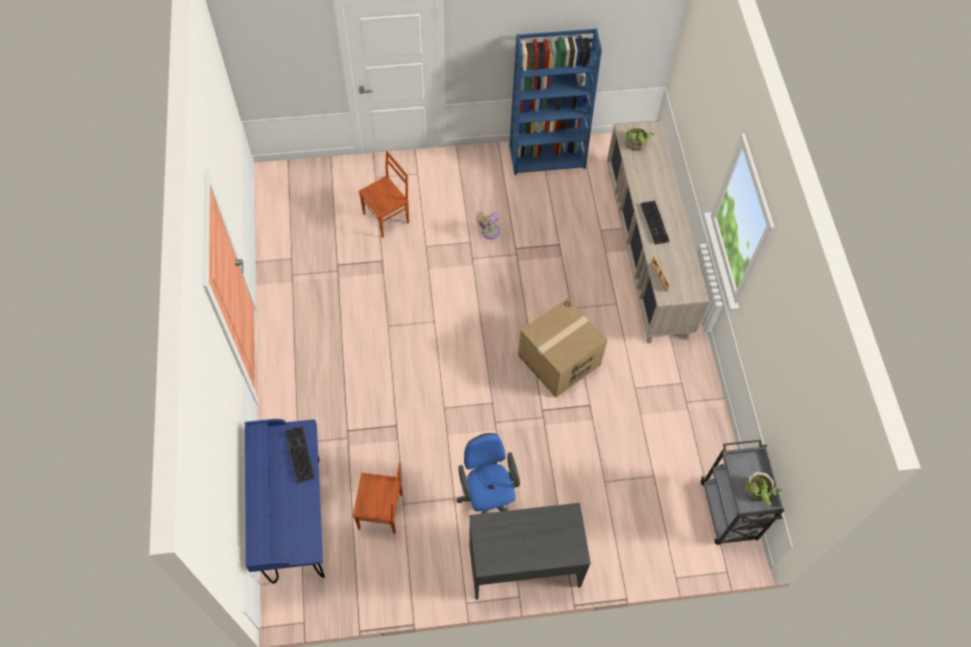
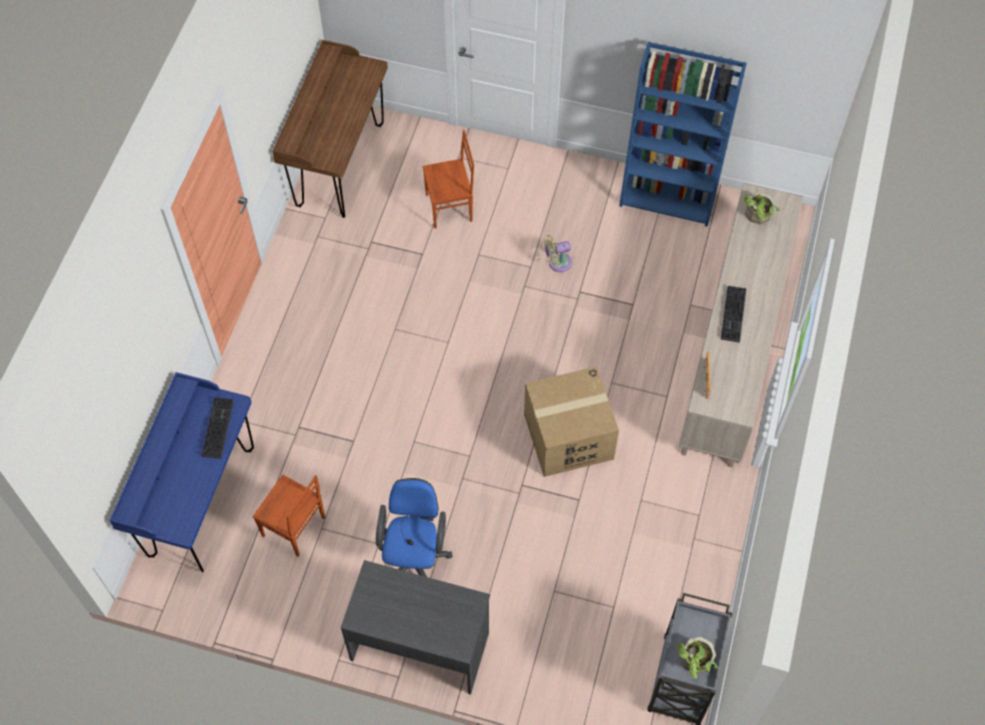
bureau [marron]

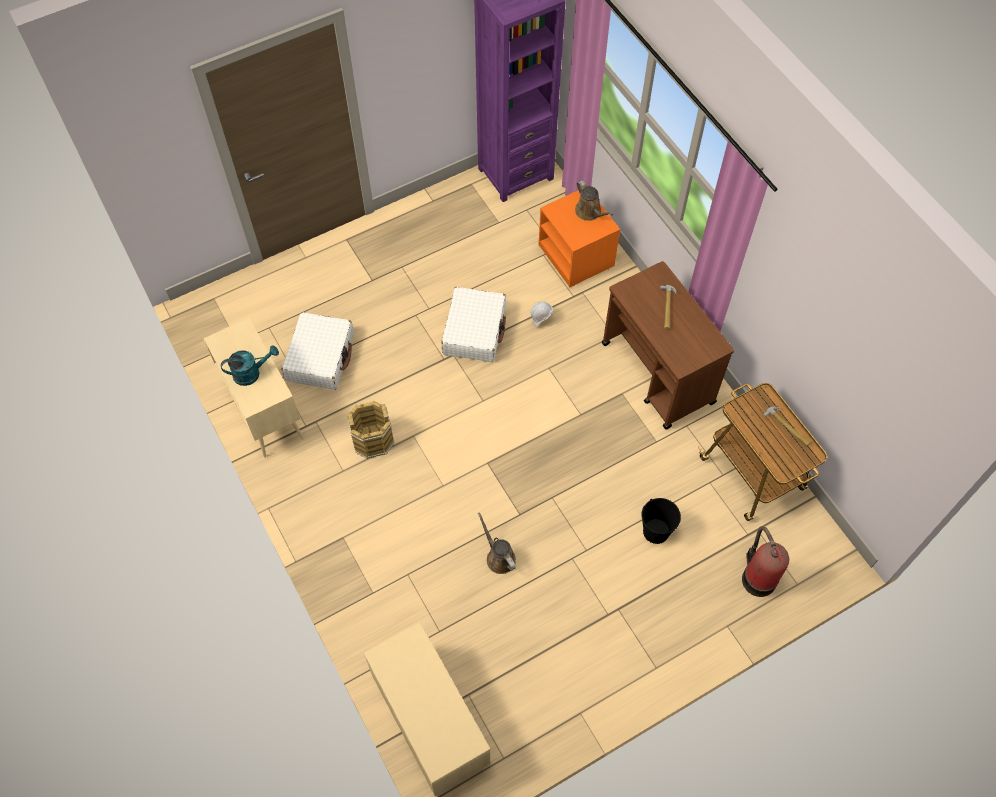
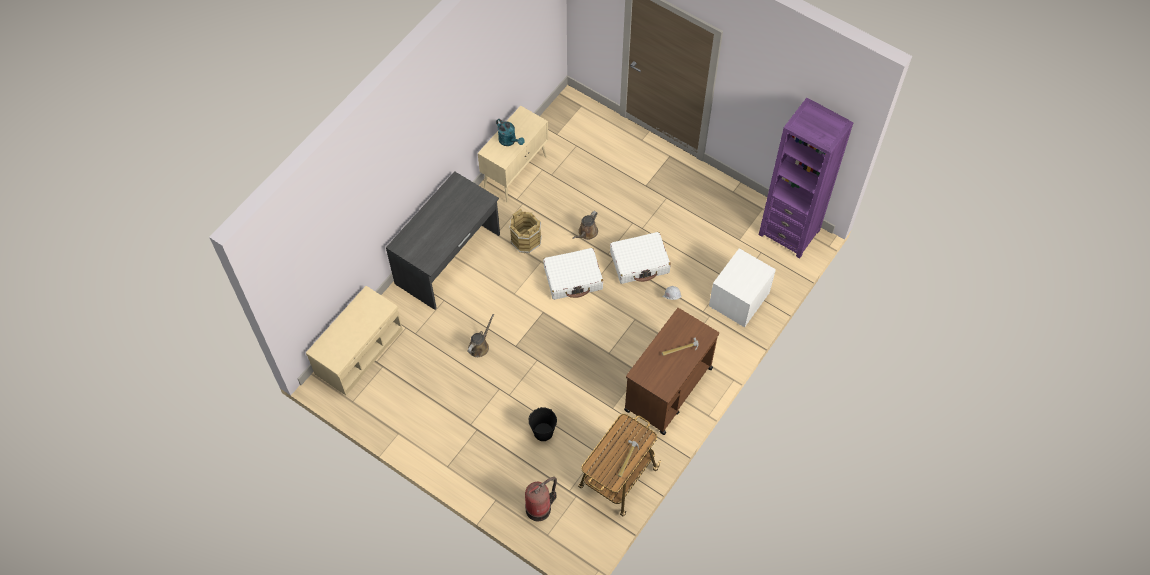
bureau [gris]; valise [blanc] (1st from left); arrosoir [marron] (2nd from left); table de chevet [blanc]

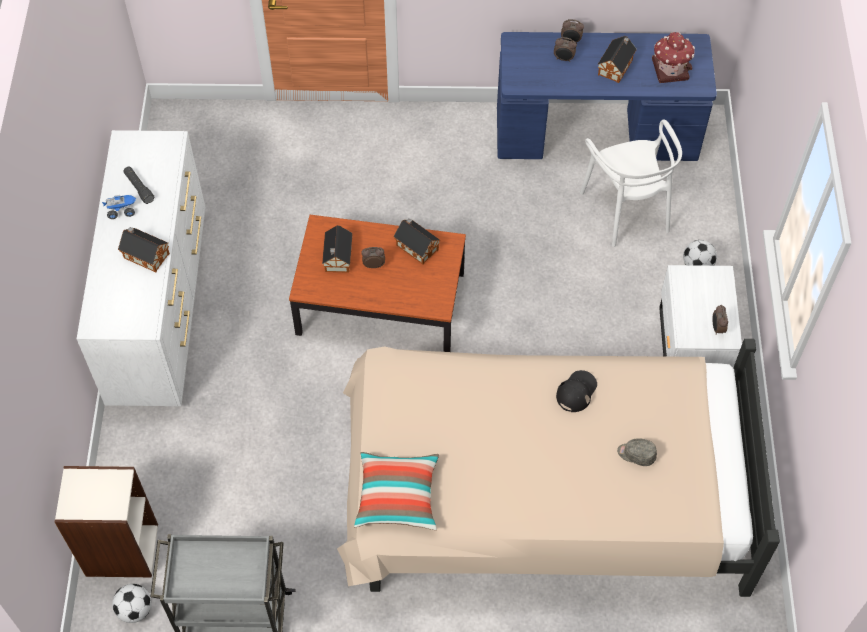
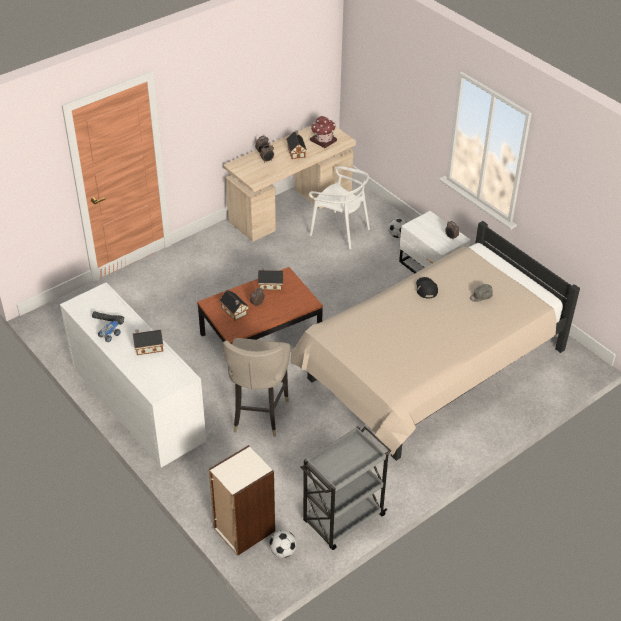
tabouret [beige]; bureau [beige]; coussin

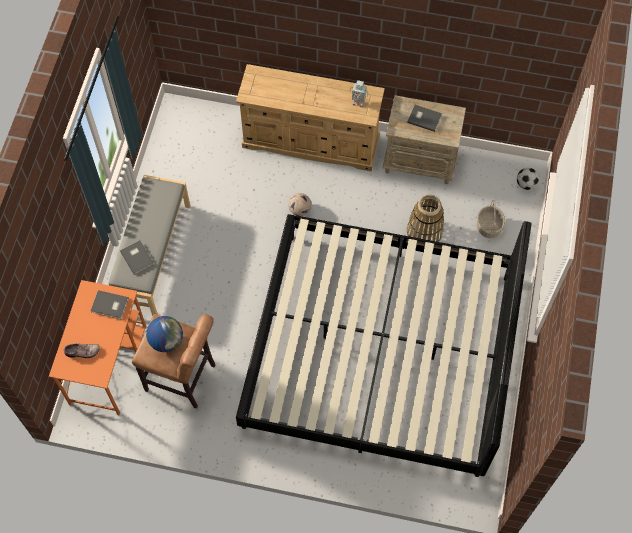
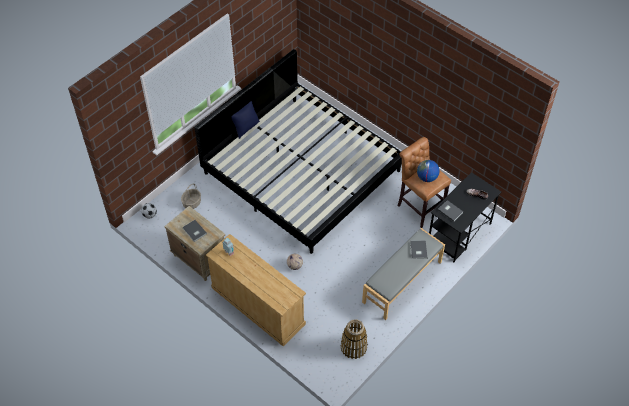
coussin [bleu]; panier (2nd from left); bureau [noir]

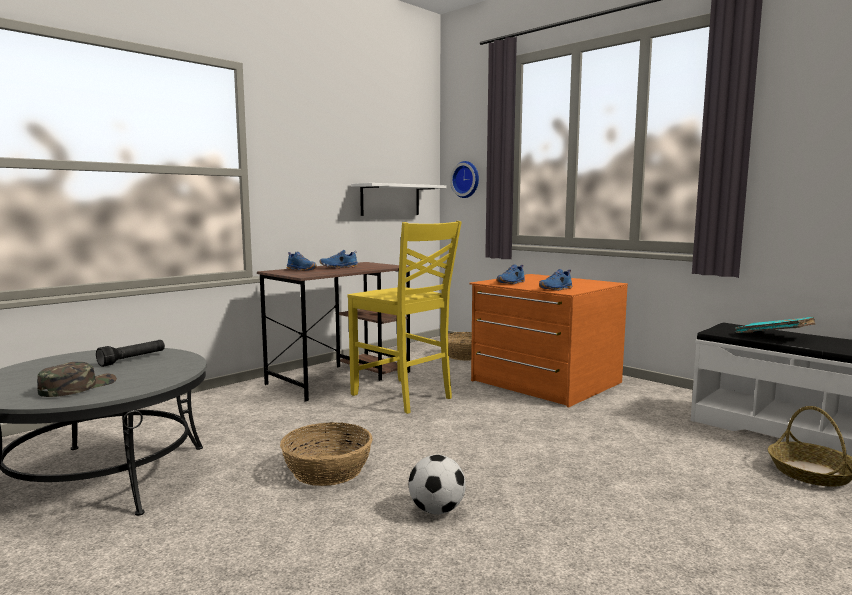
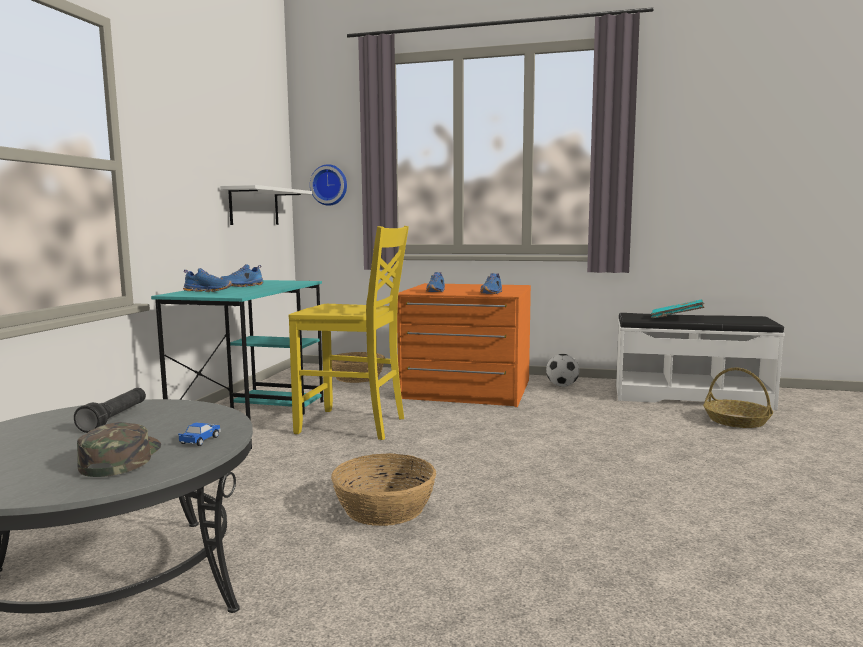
bureau [turquoise]; petite voiture; ballon de foot

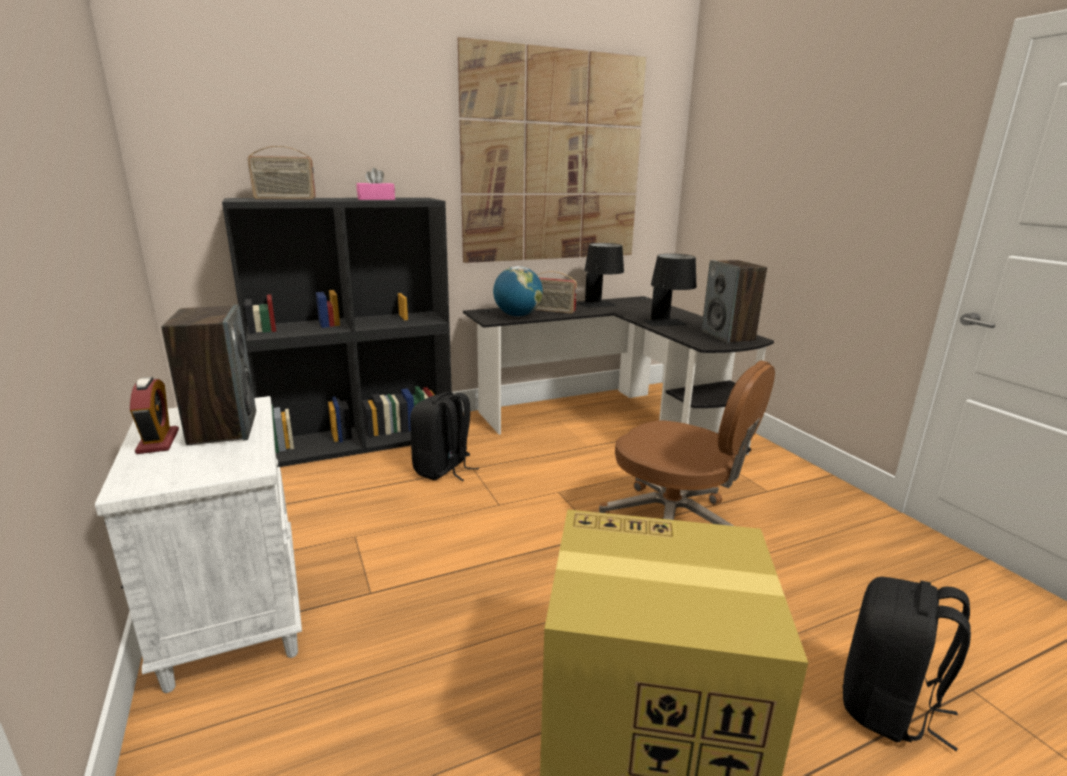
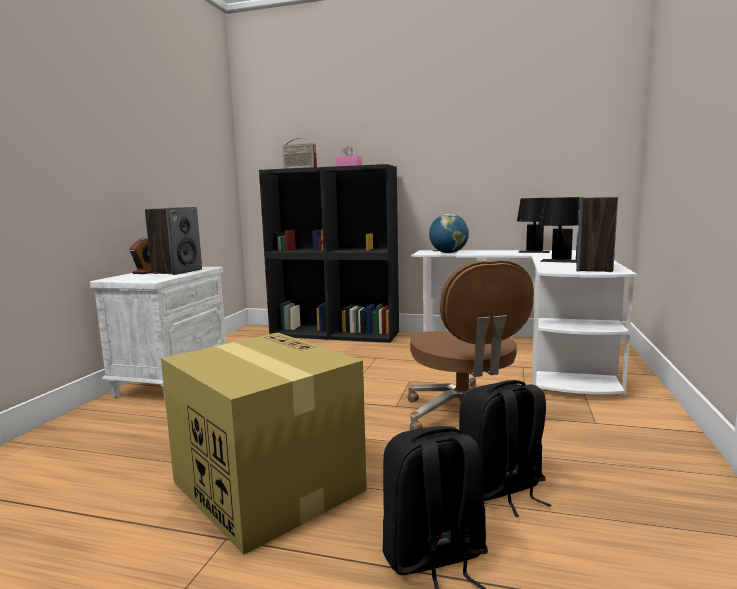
bureau [blanc]; sac à dos [noir] (2nd from left); tableau; radio (2nd from left in the first image)

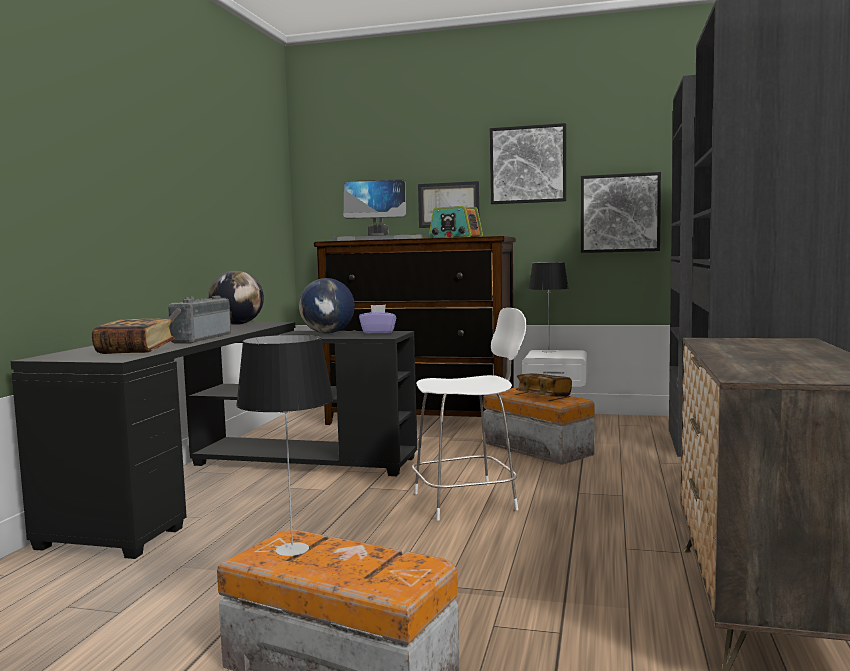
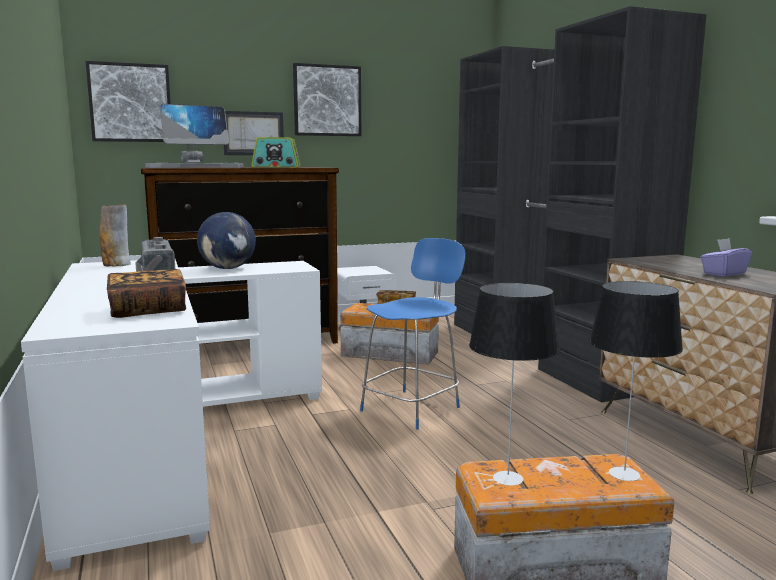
bureau [blanc]; tableau (1st from left); vase; chaise [bleu]; lampe de table (2nd from left); boîte à mouchoirs [violet]

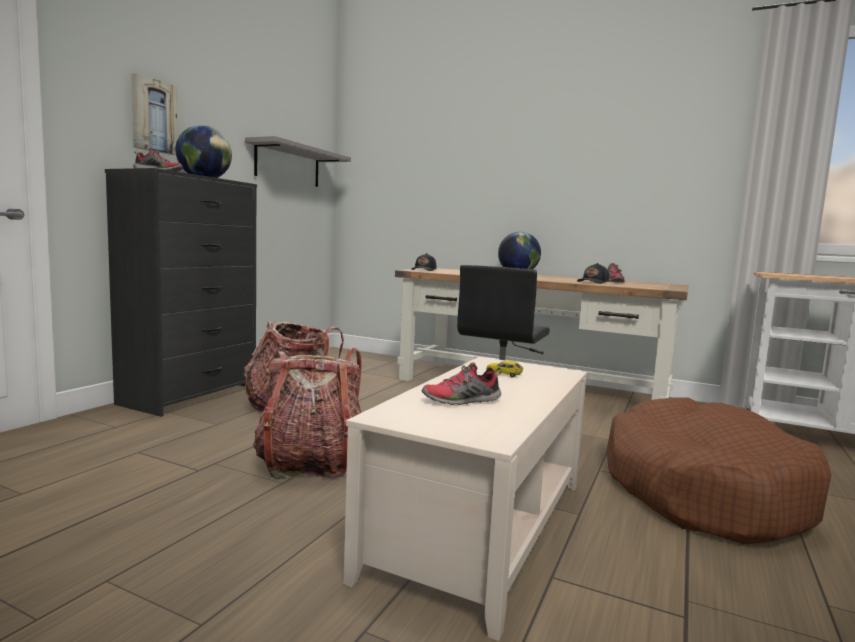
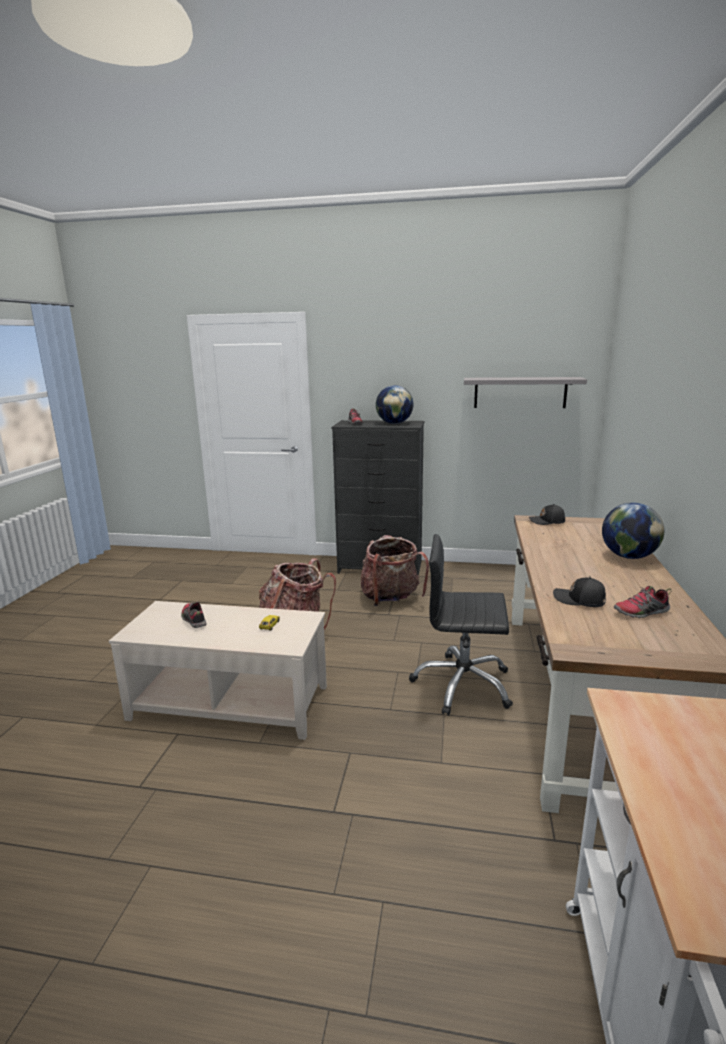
tableau; panier pour chien [marron]

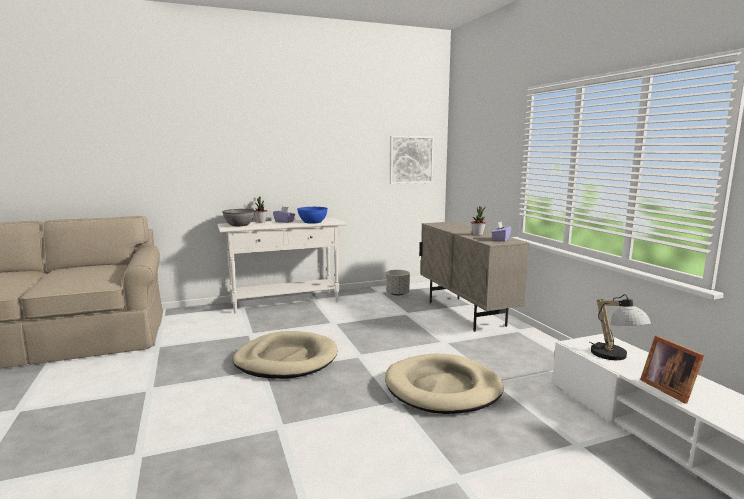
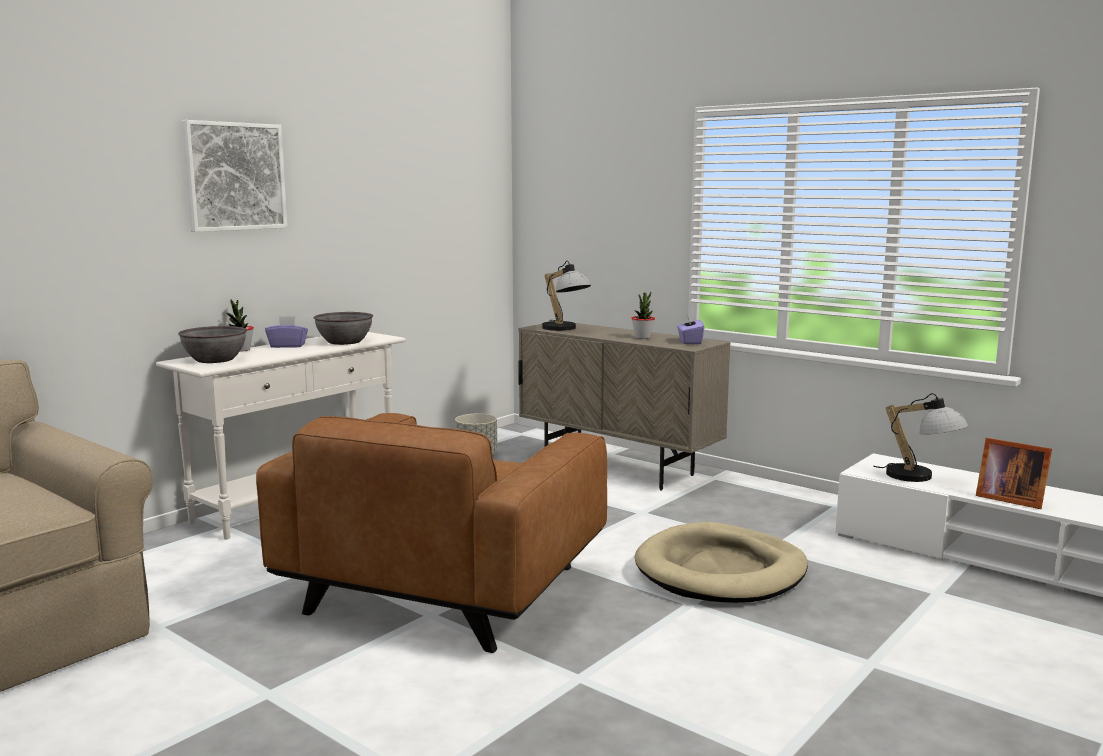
tableau; fauteuil [marron]; bol [gris] (2nd from left); lampe de table (1st from left)

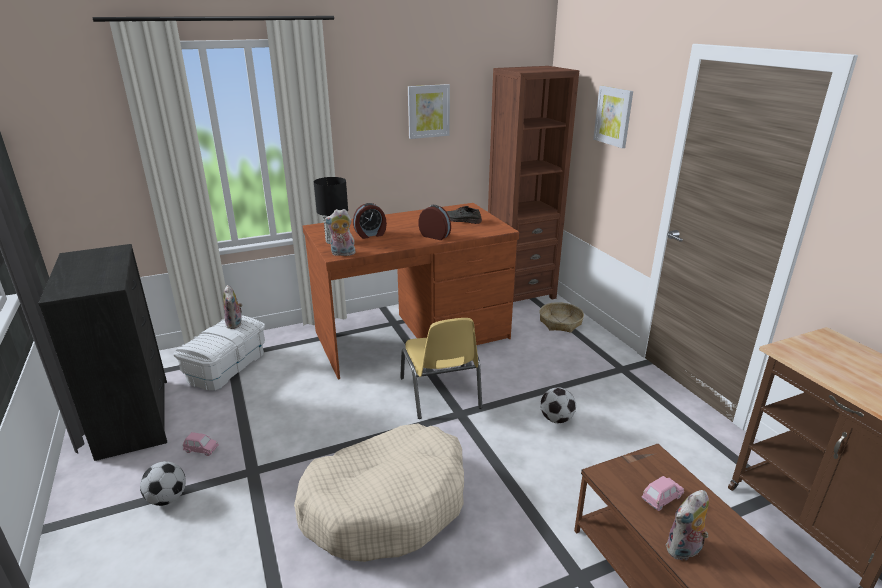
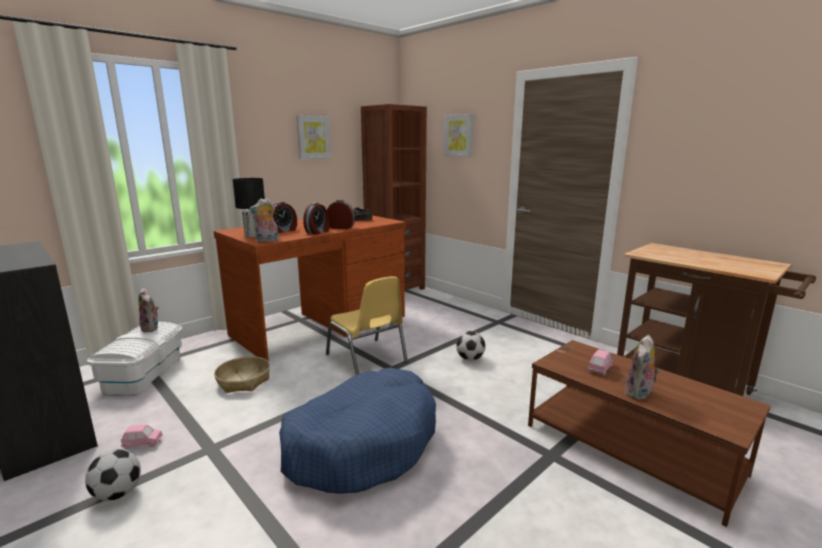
panier; panier pour chien [bleu]; réveil (2nd from left)

